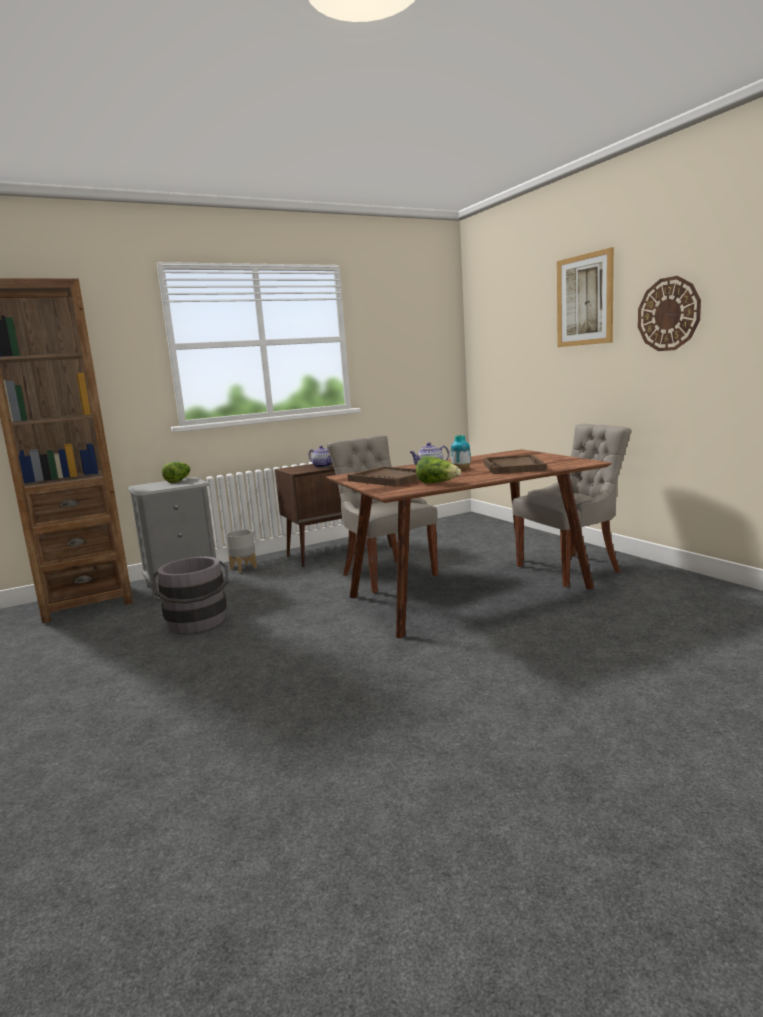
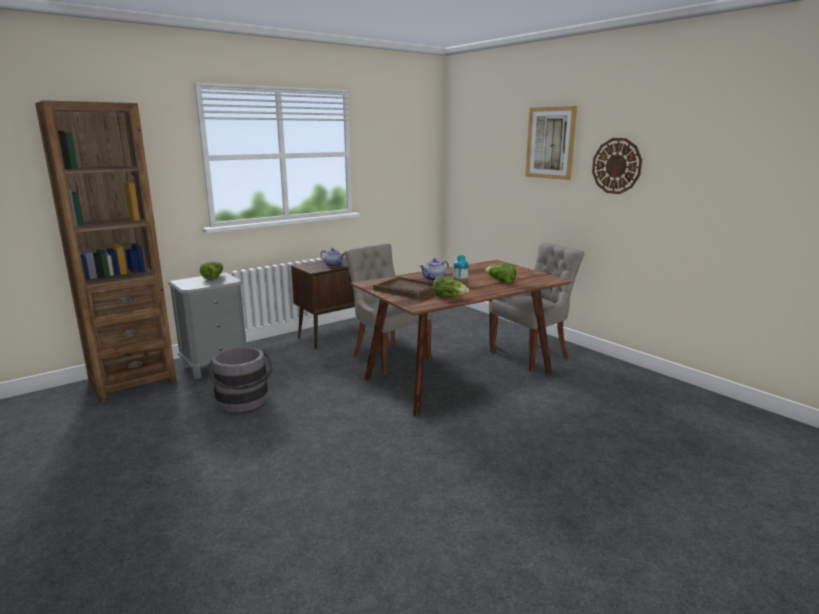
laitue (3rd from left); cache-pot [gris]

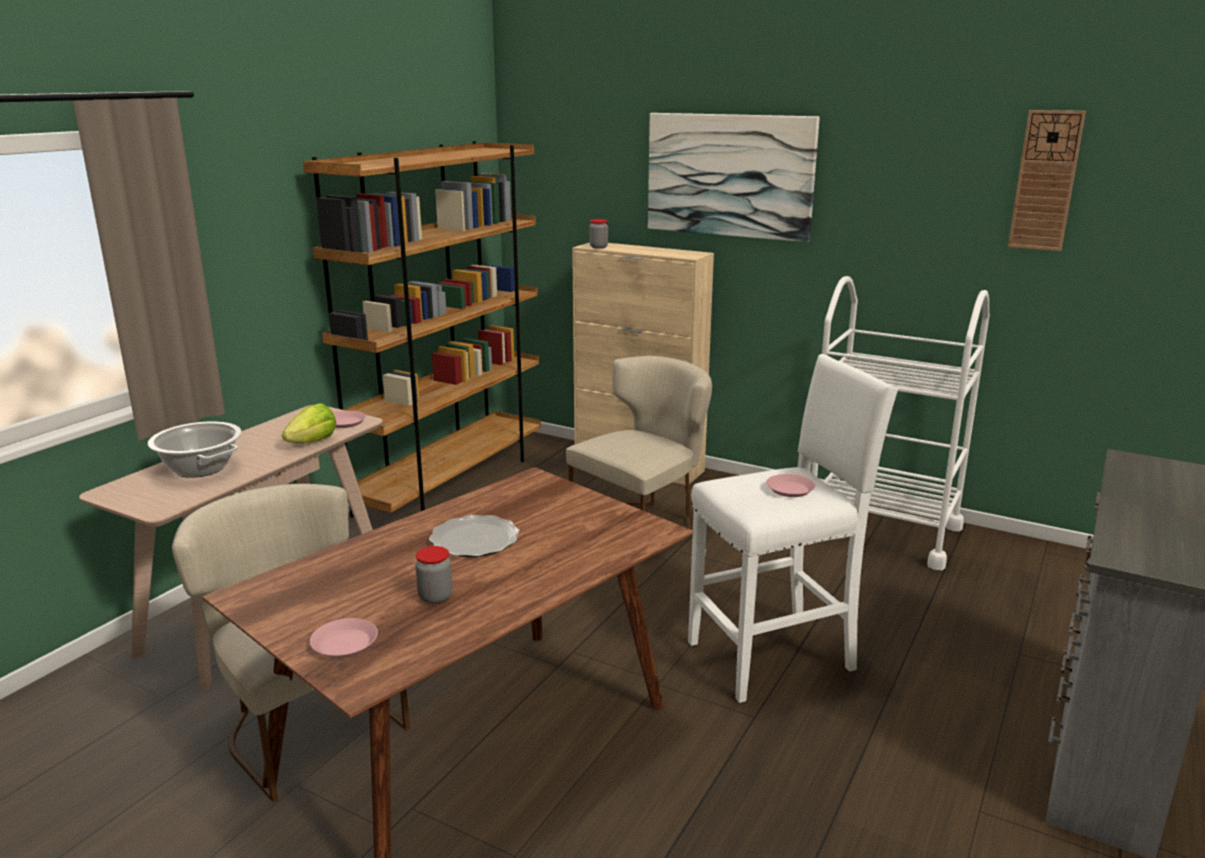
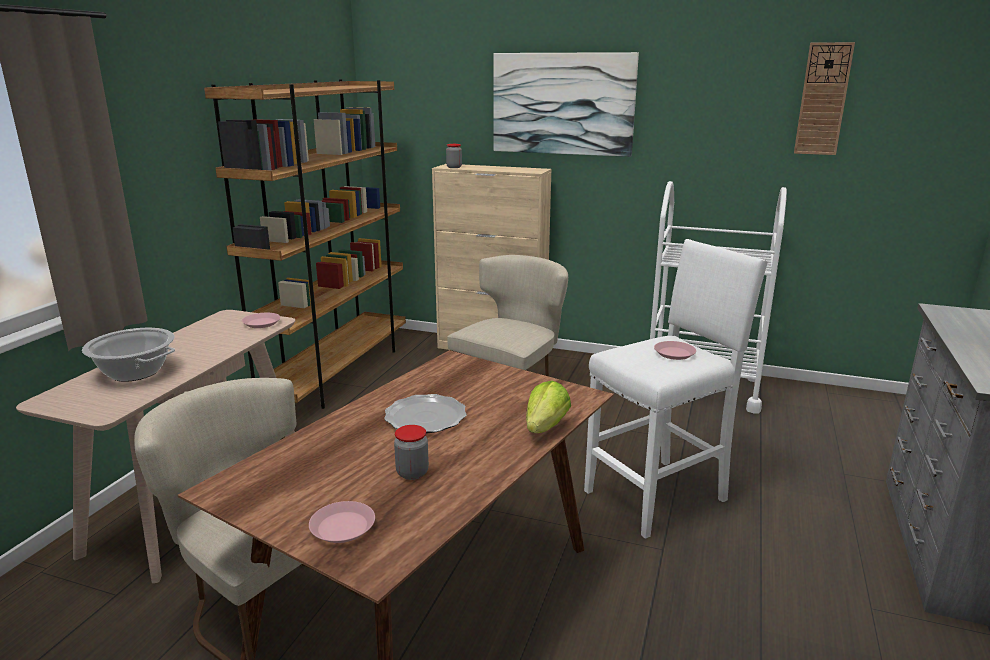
laitue

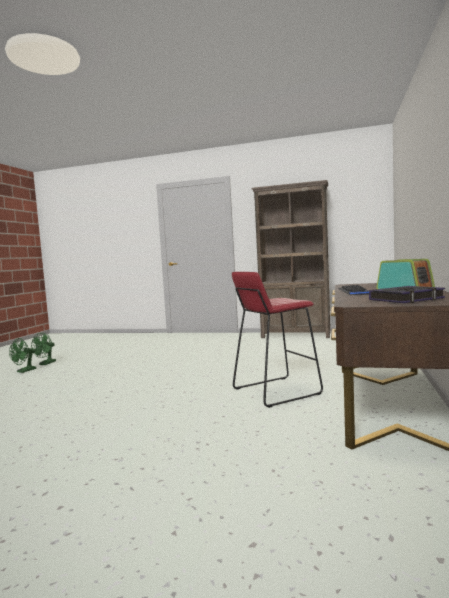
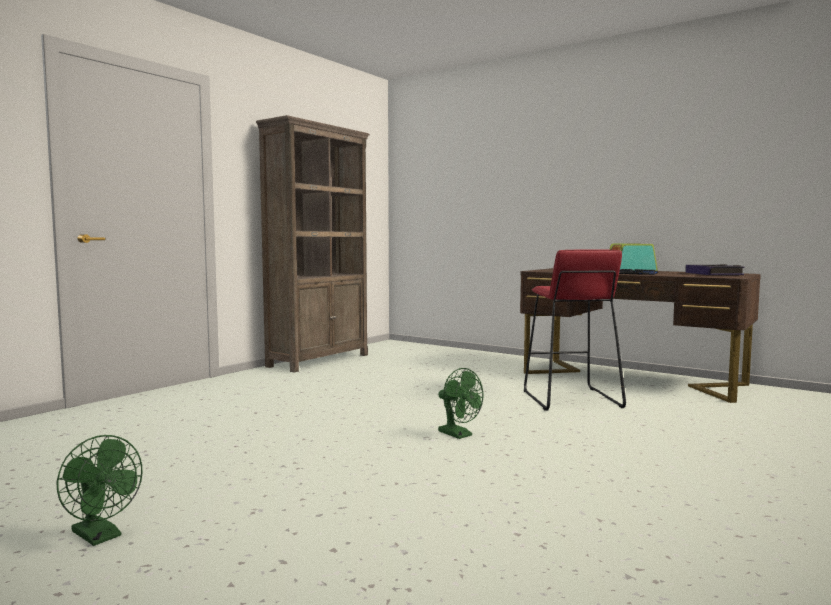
ventilateur [vert] (2nd from left)

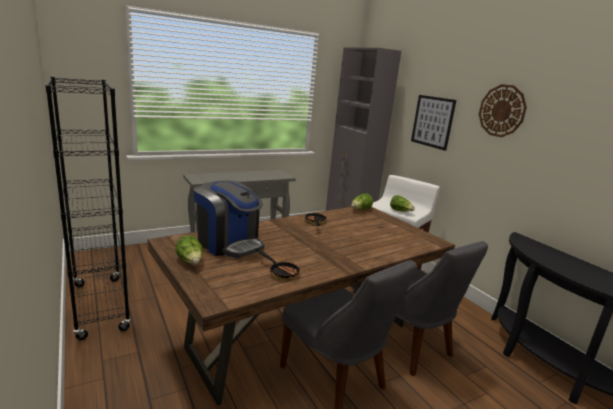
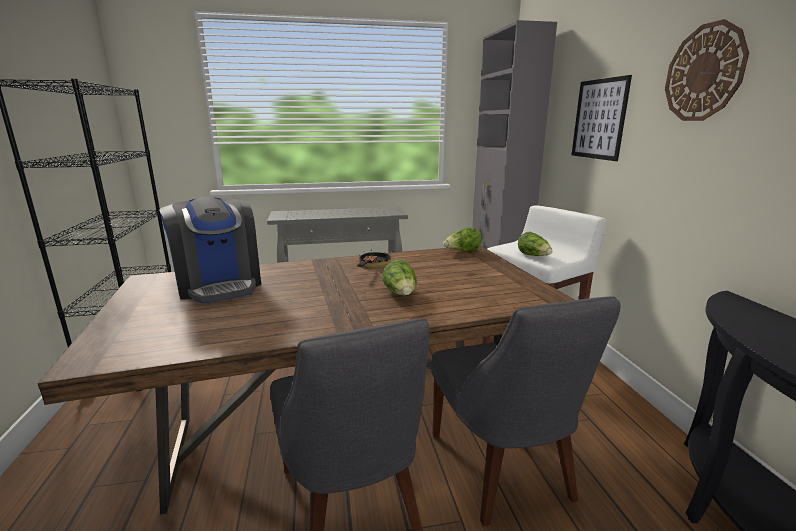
laitue (1st from left); poêle (1st from left in the first image)

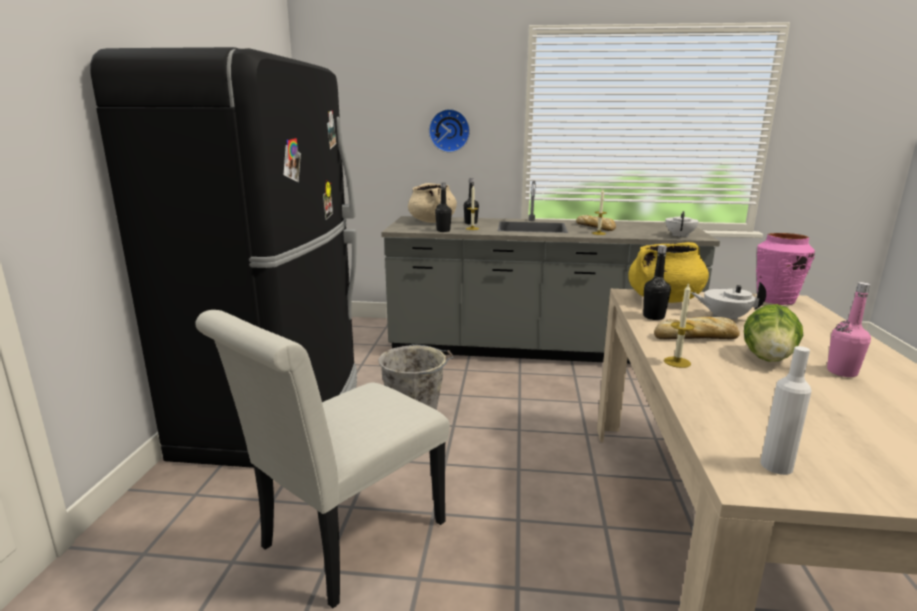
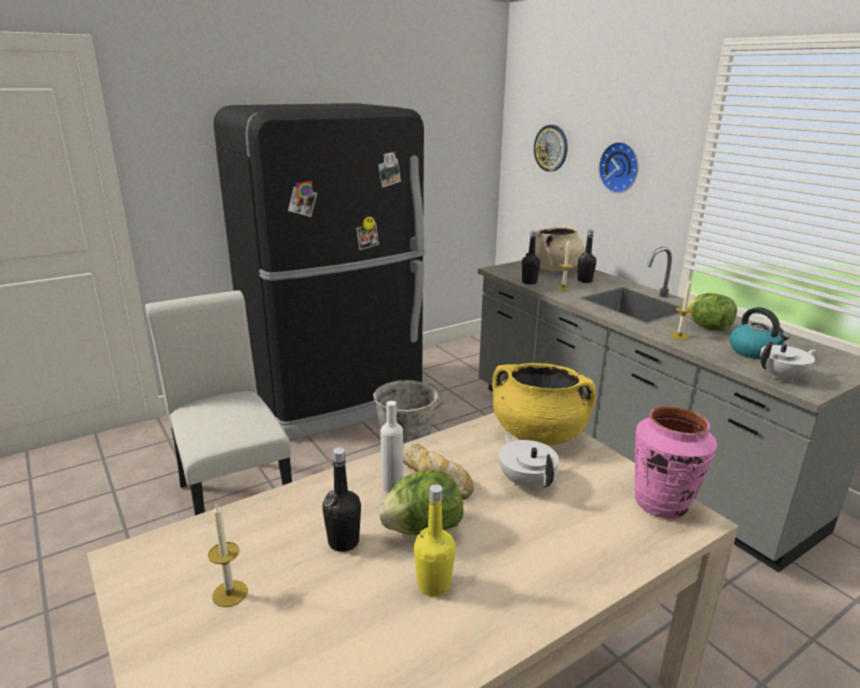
chaise [blanc]; bougie (1st from left); bouteille [noir] (1st from left); bouteille [blanc]; bouteille [jaune]; horloge murale (1st from left); laitue (2nd from left); bouilloire

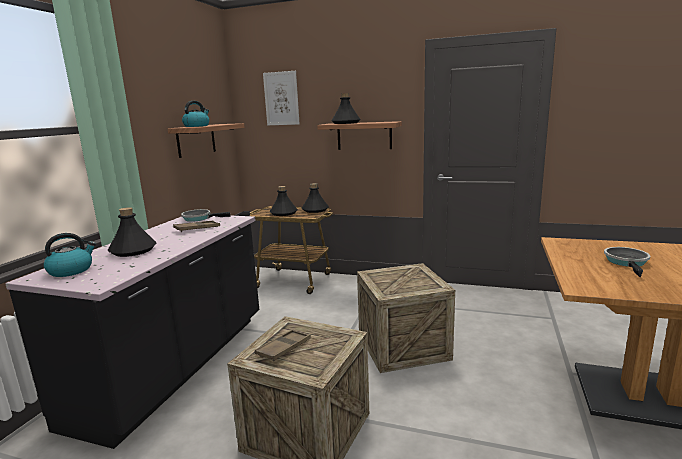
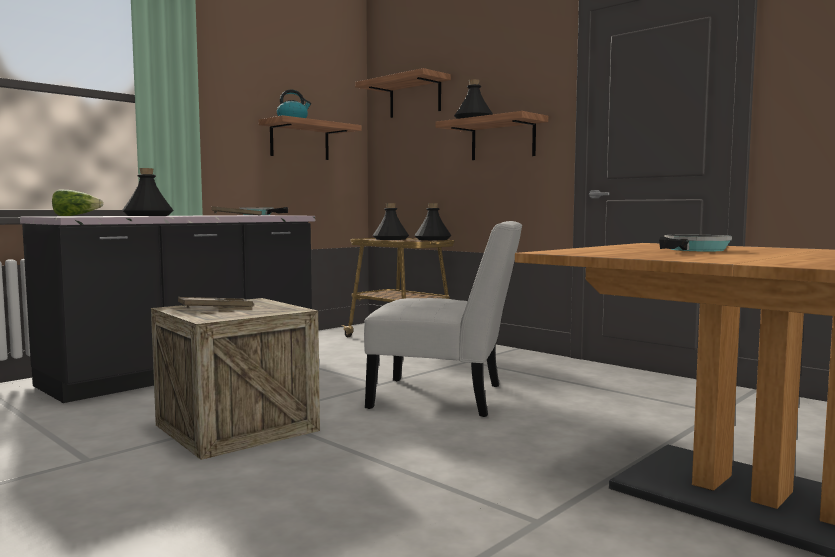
laitue; étagère (2nd from left); chaise [blanc]

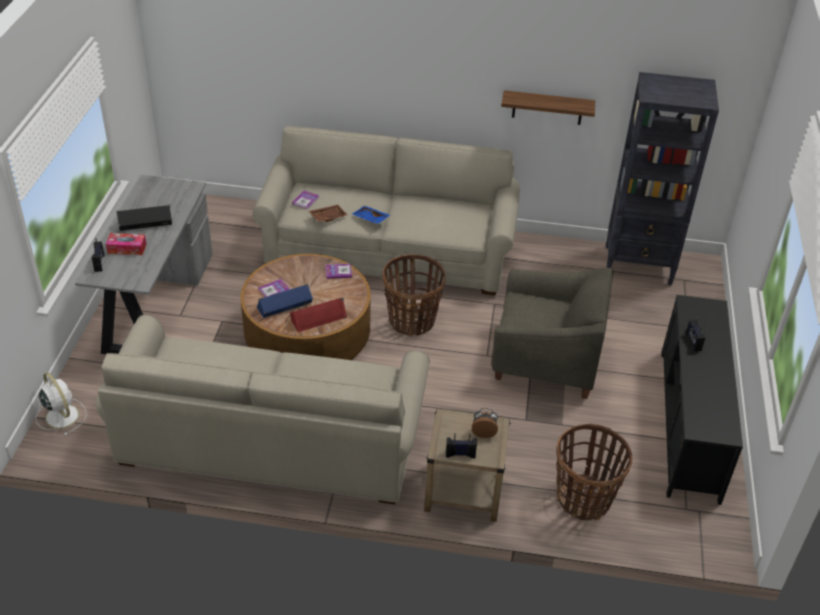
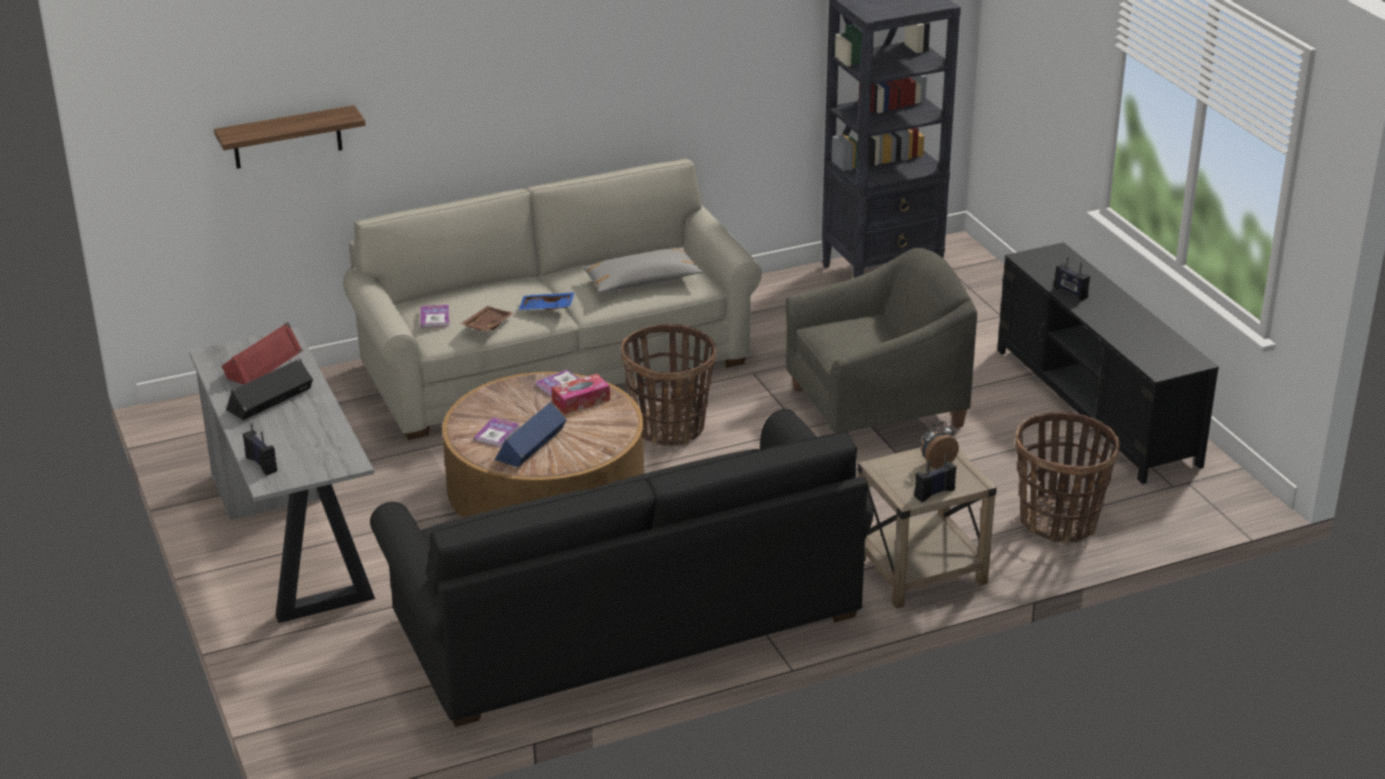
étagère; enceinte [rouge]; canapé [noir]; boîte à mouchoirs; coussin [gris]; ventilateur [blanc]

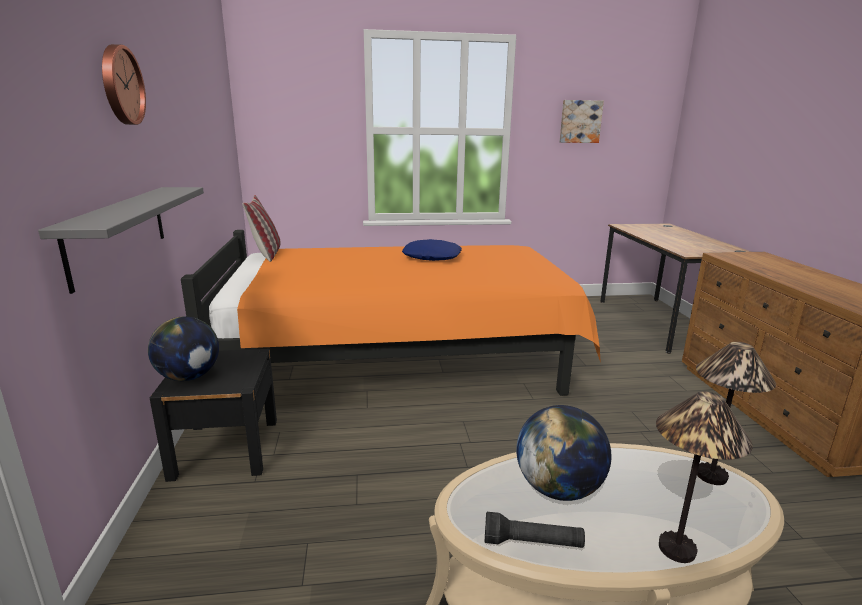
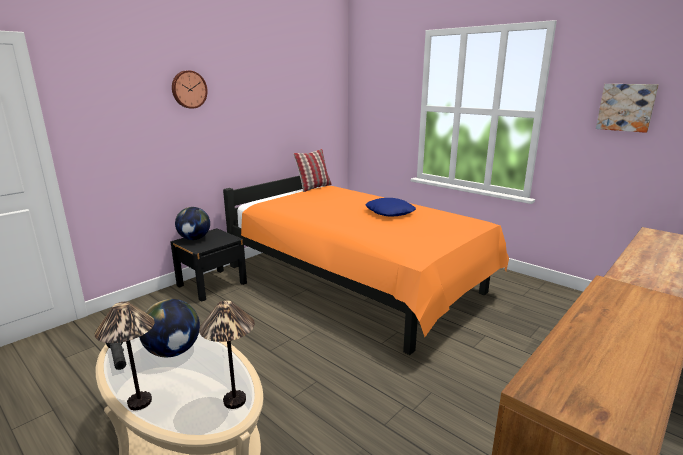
étagère [gris]

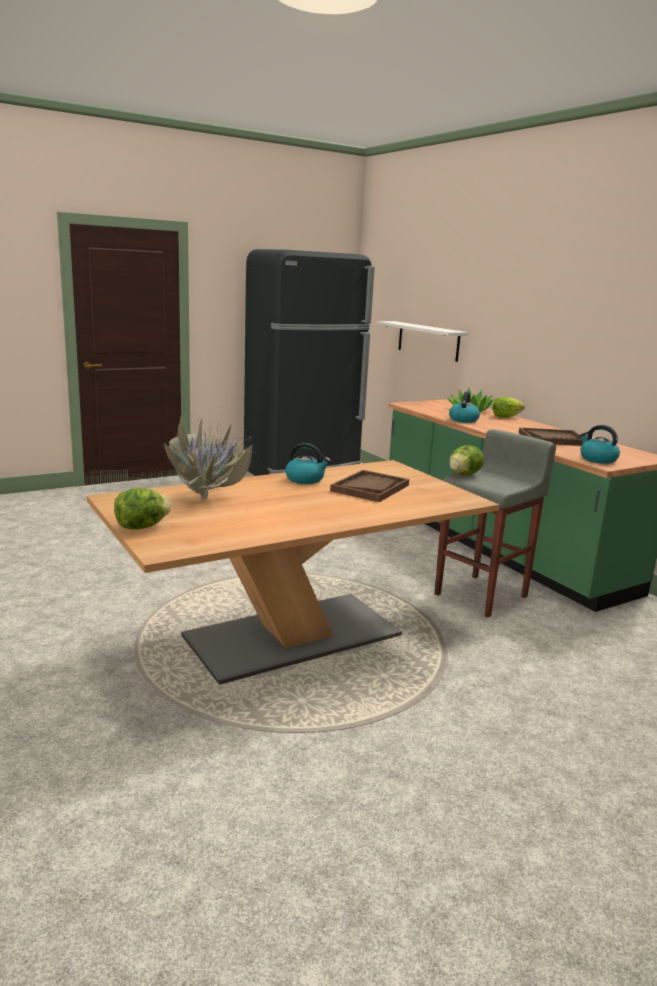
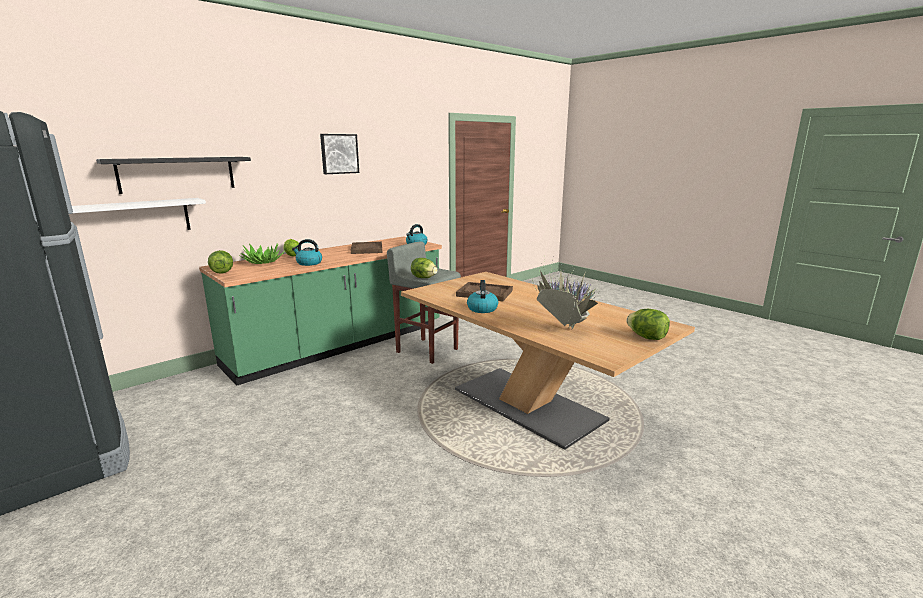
étagère [noir]; laitue (1st from left); tableau

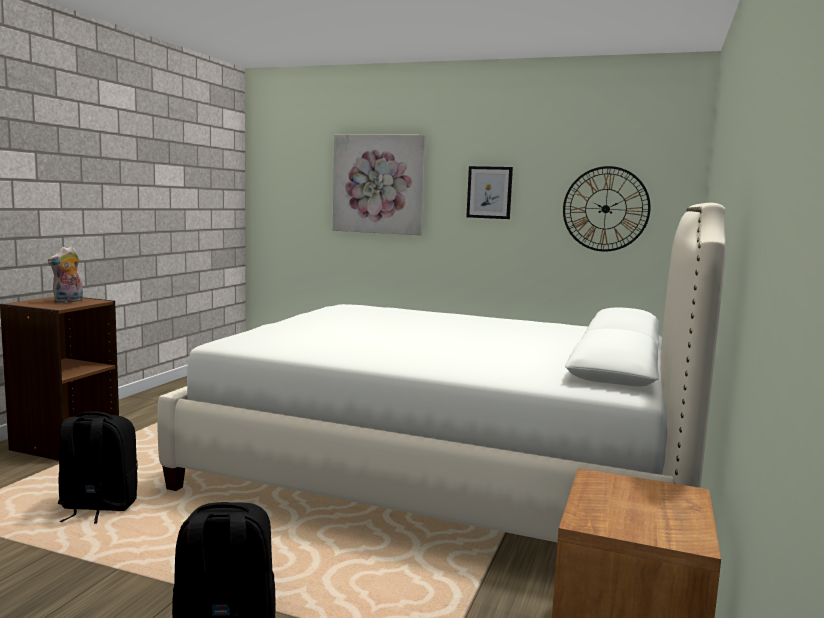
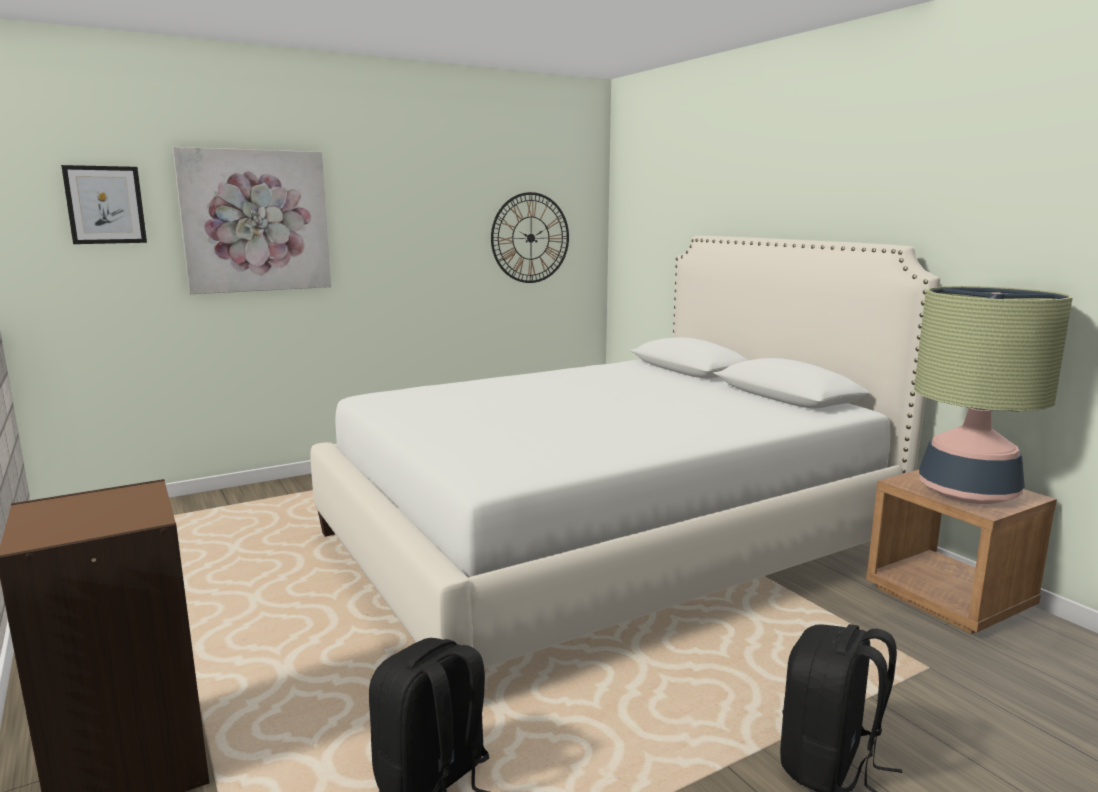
tableau (1st from left); lampe de table; peluche

